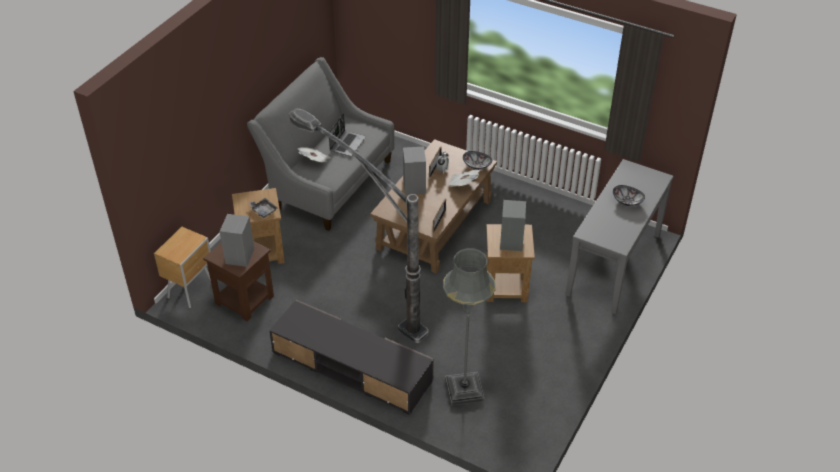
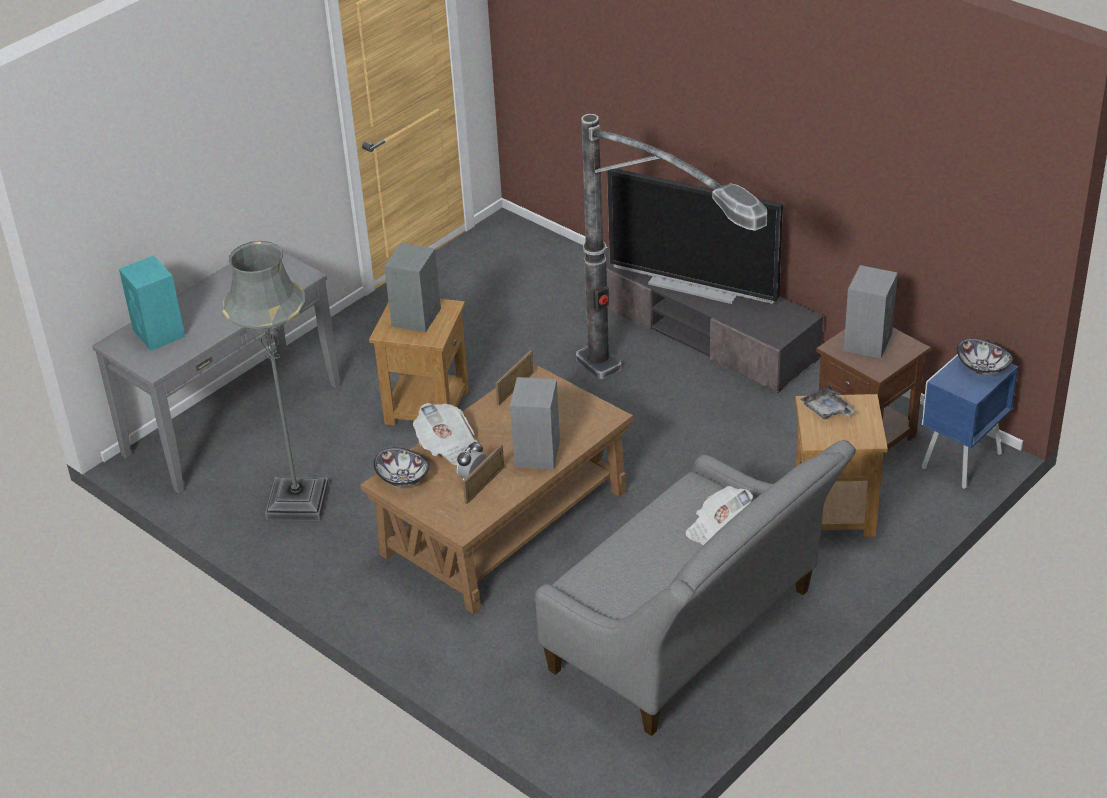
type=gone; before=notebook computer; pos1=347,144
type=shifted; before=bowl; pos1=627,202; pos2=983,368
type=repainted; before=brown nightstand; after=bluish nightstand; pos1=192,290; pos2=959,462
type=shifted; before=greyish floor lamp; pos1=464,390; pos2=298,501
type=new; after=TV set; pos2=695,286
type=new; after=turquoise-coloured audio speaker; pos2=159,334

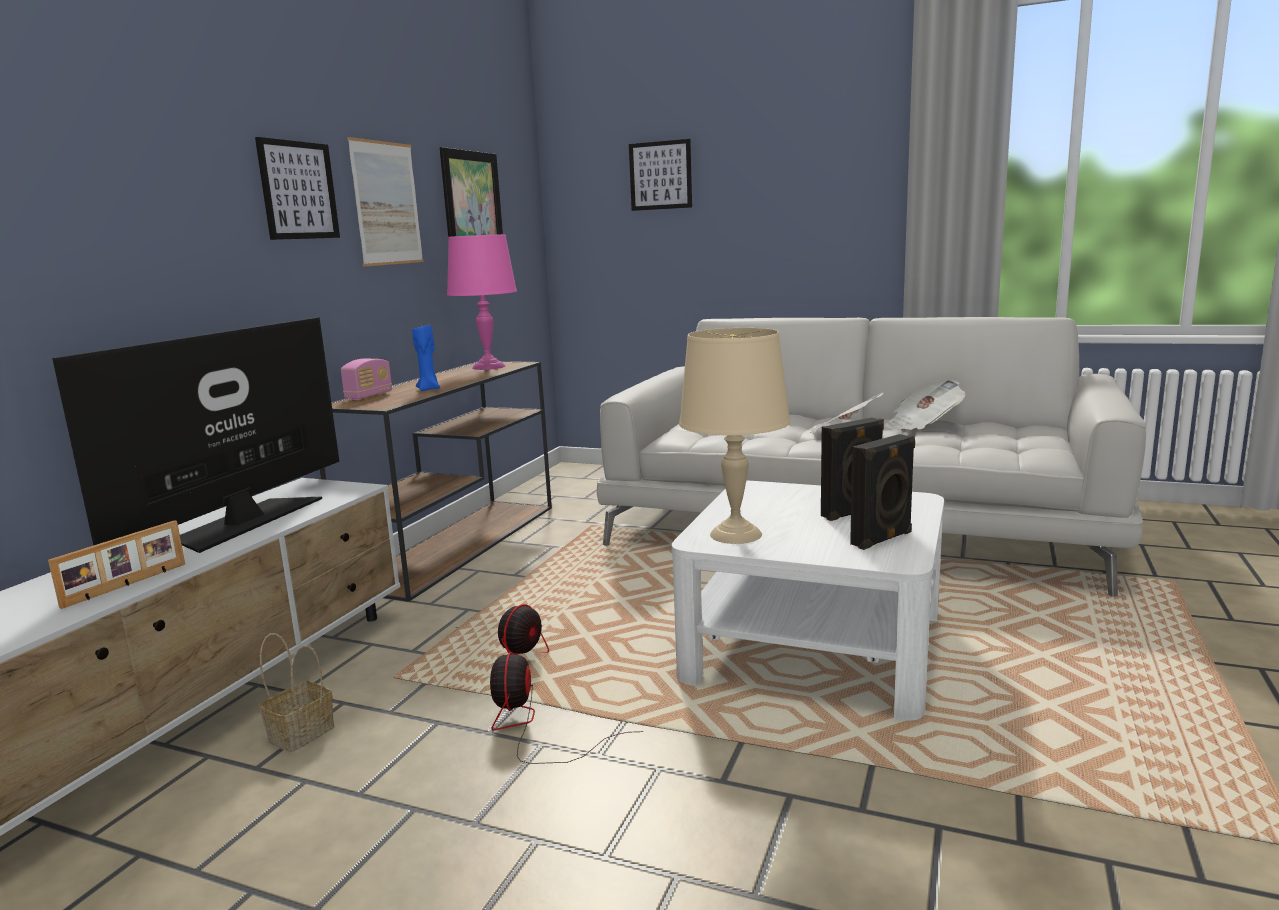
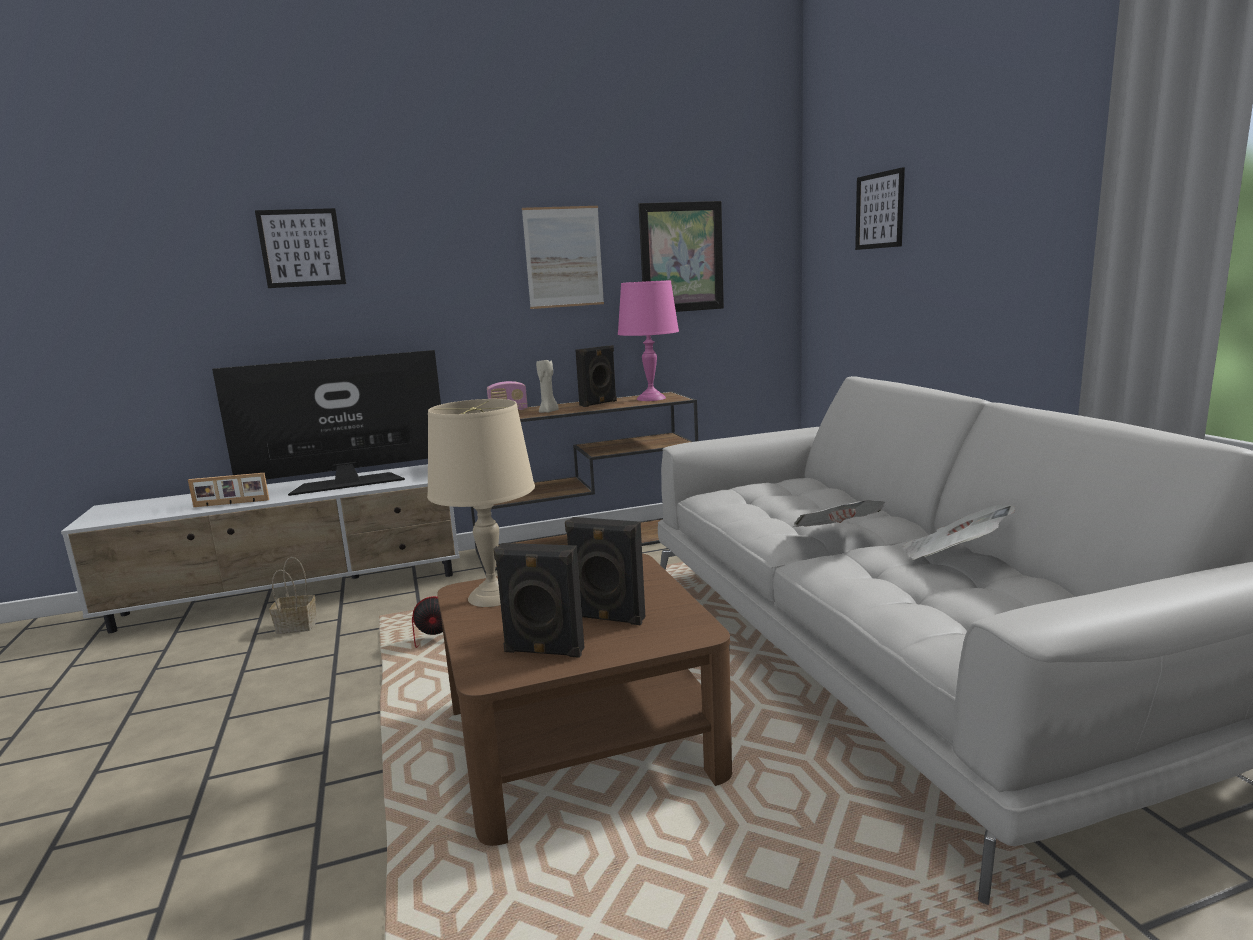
type=shifted; before=wall picture; pos1=298,190; pos2=301,248
type=repainted; before=bluish wax candle; after=beige-coloured wax candle; pos1=429,389; pos2=549,412
type=repainted; before=whitish coffee table; after=brown coffee table; pos1=815,646; pos2=583,740
type=gone; before=fan; pos1=532,727
type=new; after=black audio speaker; pos2=599,403

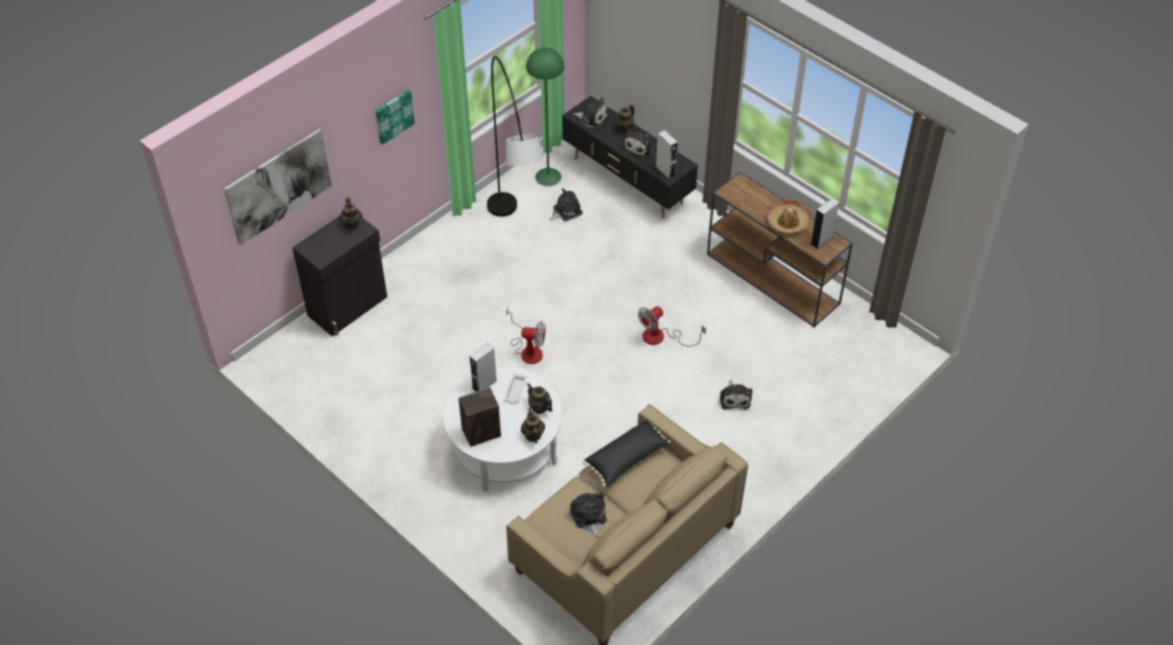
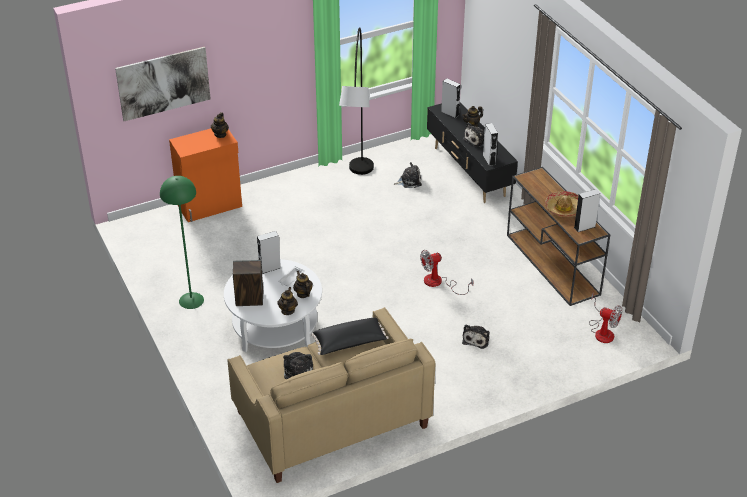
type=shifted; before=green floor lamp; pos1=548,176; pos2=191,300
type=gone; before=wall picture; pos1=393,116
type=swapped; before=plush toy; after=greyish audio speaker; pos1=592,118; pos2=450,113
type=repainted; before=black storage cabinet; after=orange-coloured storage cabinet; pos1=349,306; pos2=210,206
type=shifted; before=fan; pos1=528,349; pos2=602,331

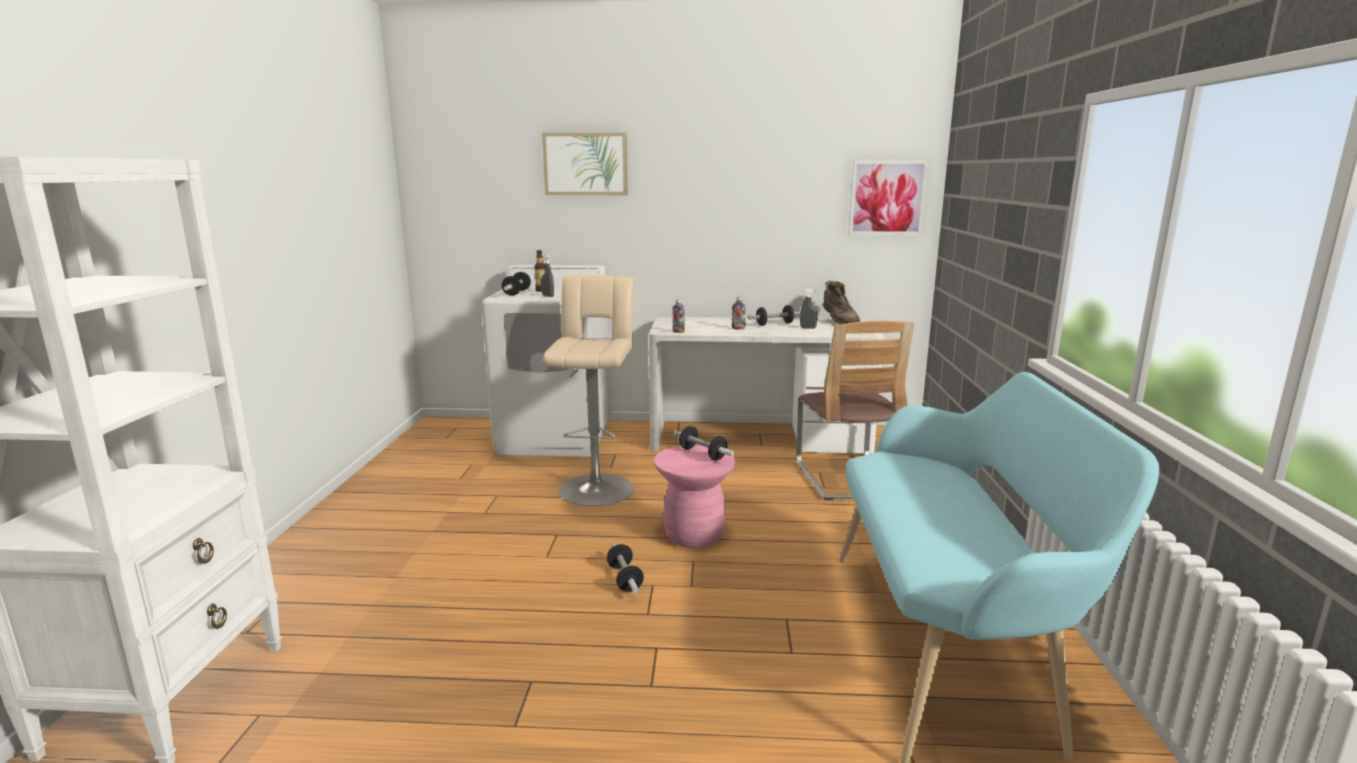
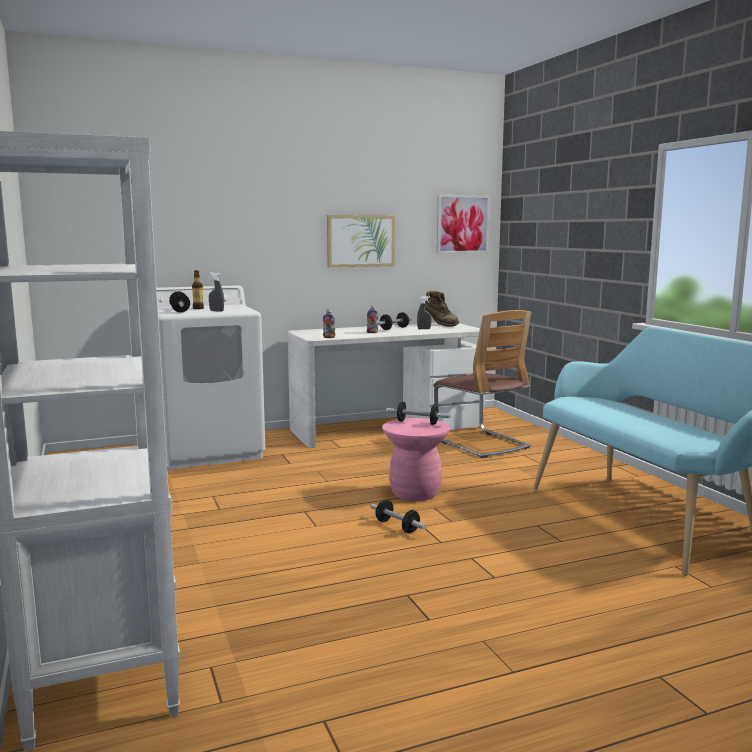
type=shifted; before=wall picture; pos1=585,164; pos2=360,241
type=gone; before=beige-coloured sitting stool; pos1=597,487

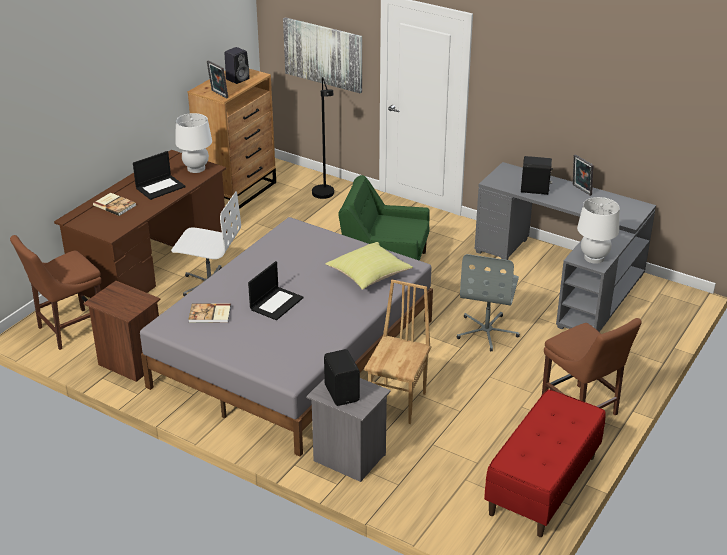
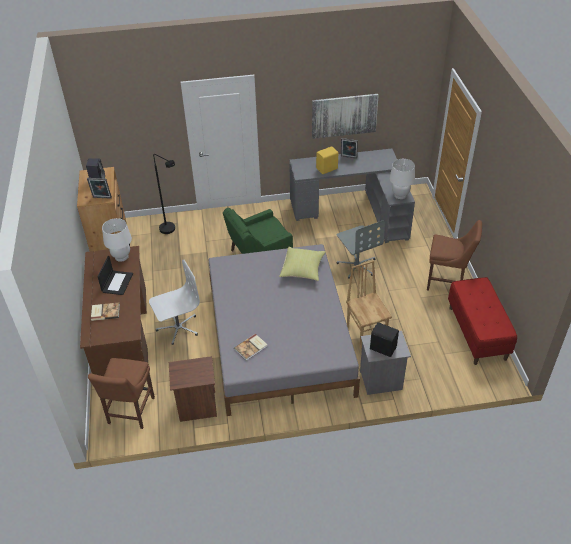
type=shifted; before=wall picture; pos1=323,54; pos2=344,115
type=repainted; before=black audio speaker; after=yellow-coloured audio speaker; pos1=535,190; pos2=327,169
type=gone; before=notebook computer; pos1=276,303

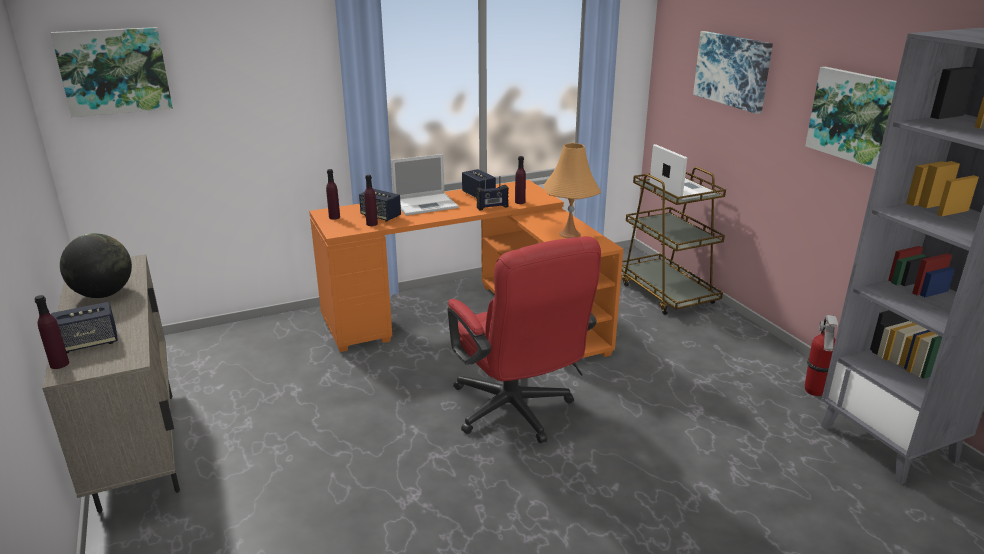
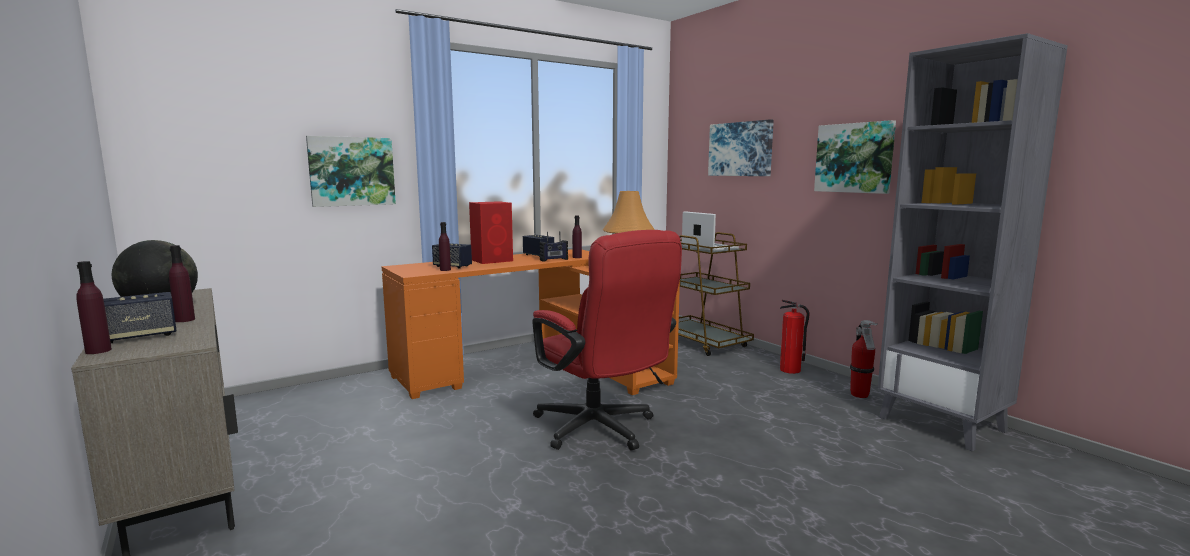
type=shifted; before=wall picture; pos1=114,71; pos2=352,171
type=swapped; before=notebook computer; after=red-coloured audio speaker; pos1=426,204; pos2=493,260
type=shifted; before=purple beverage bottle; pos1=334,217; pos2=185,320
type=new; after=extinguisher; pos2=790,370

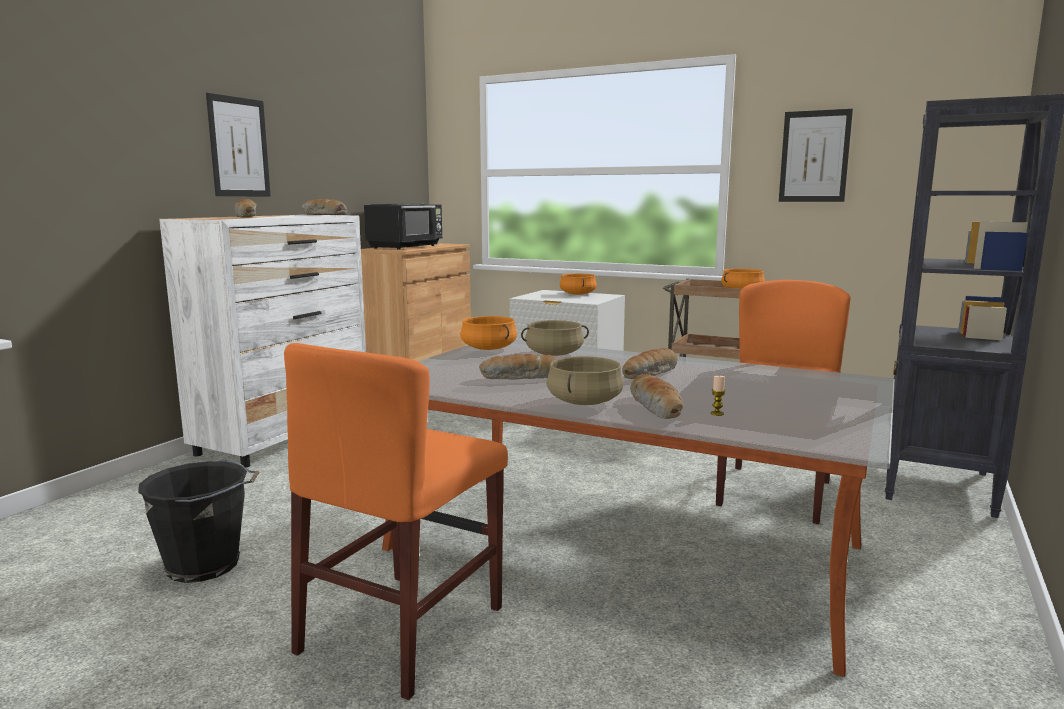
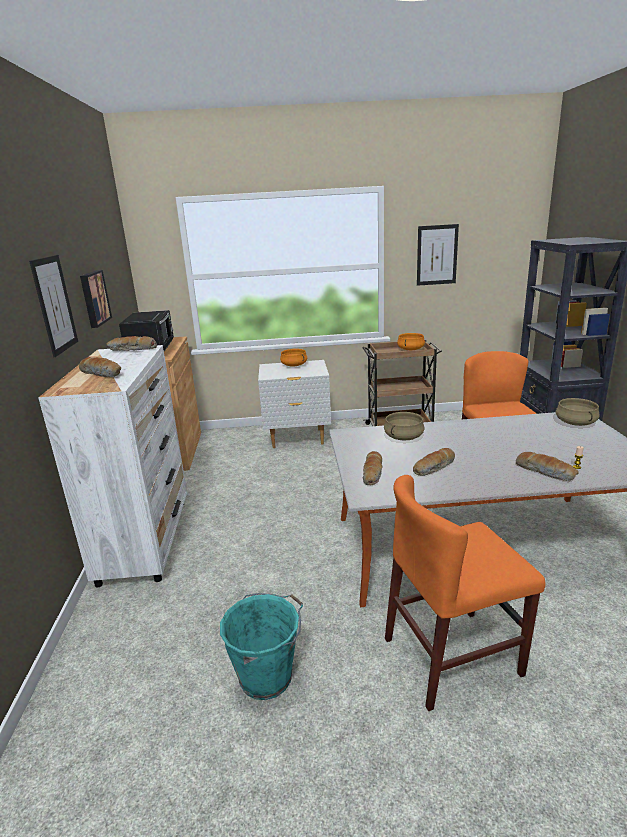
type=gone; before=orange-coloured cooking pot; pos1=488,349
type=rotated; before=orange-coloured upright chair; pos1=403,629; pos2=452,656; turn=75
type=shifted; before=bakery bread; pos1=650,374; pos2=373,474
type=shifted; before=beige-coloured cooking pot; pos1=583,402; pos2=575,423
type=repainted; before=black bucket; after=turquoise-coloured bucket; pos1=206,565; pos2=268,676
type=new; after=wall picture; pos2=93,298

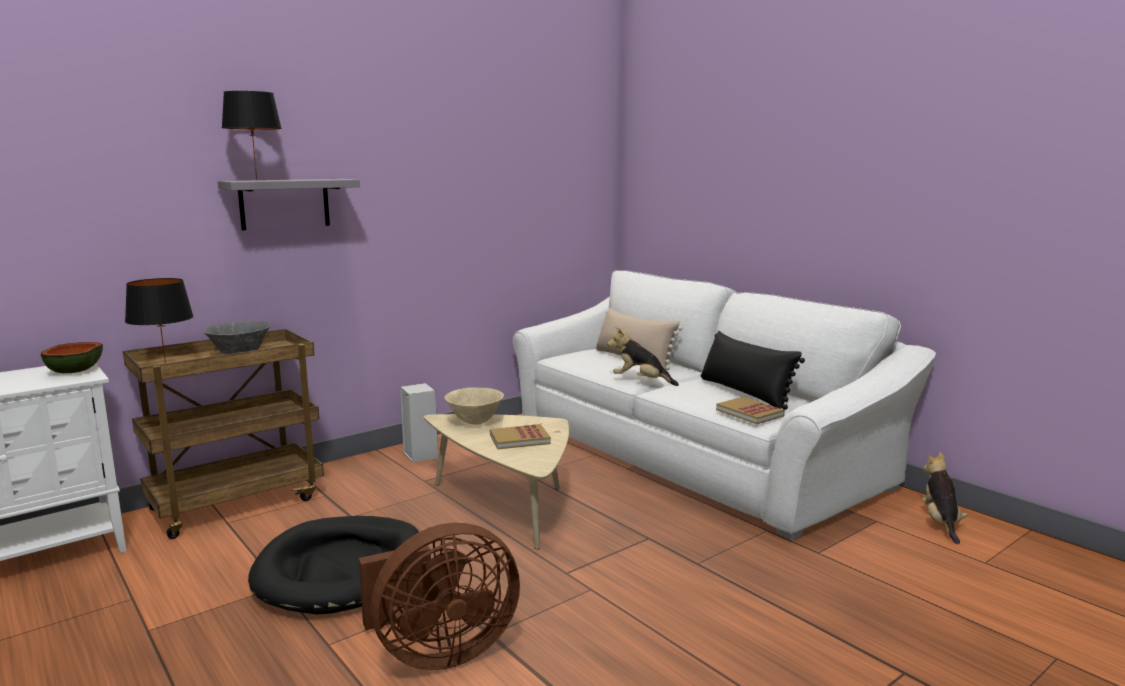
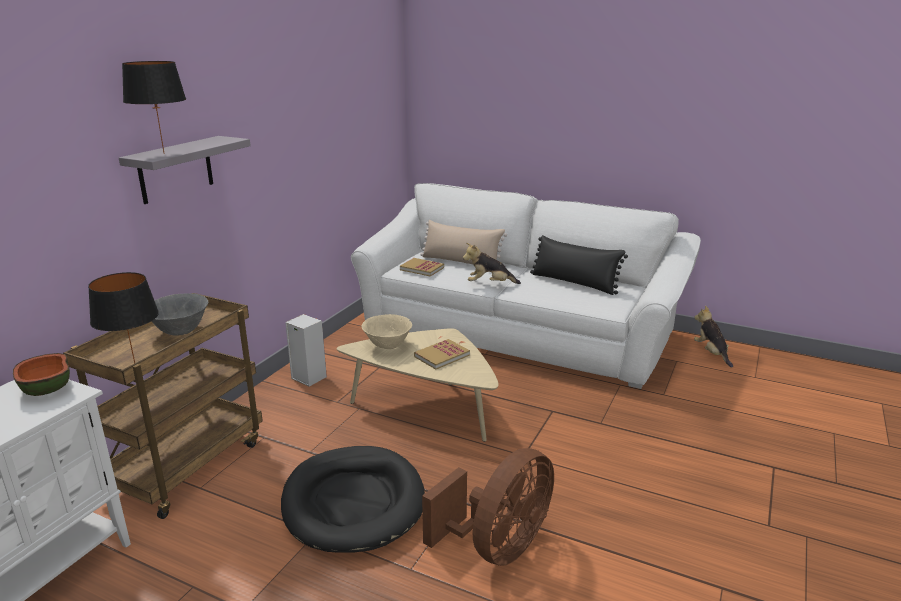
type=shifted; before=book; pos1=749,413; pos2=422,269

